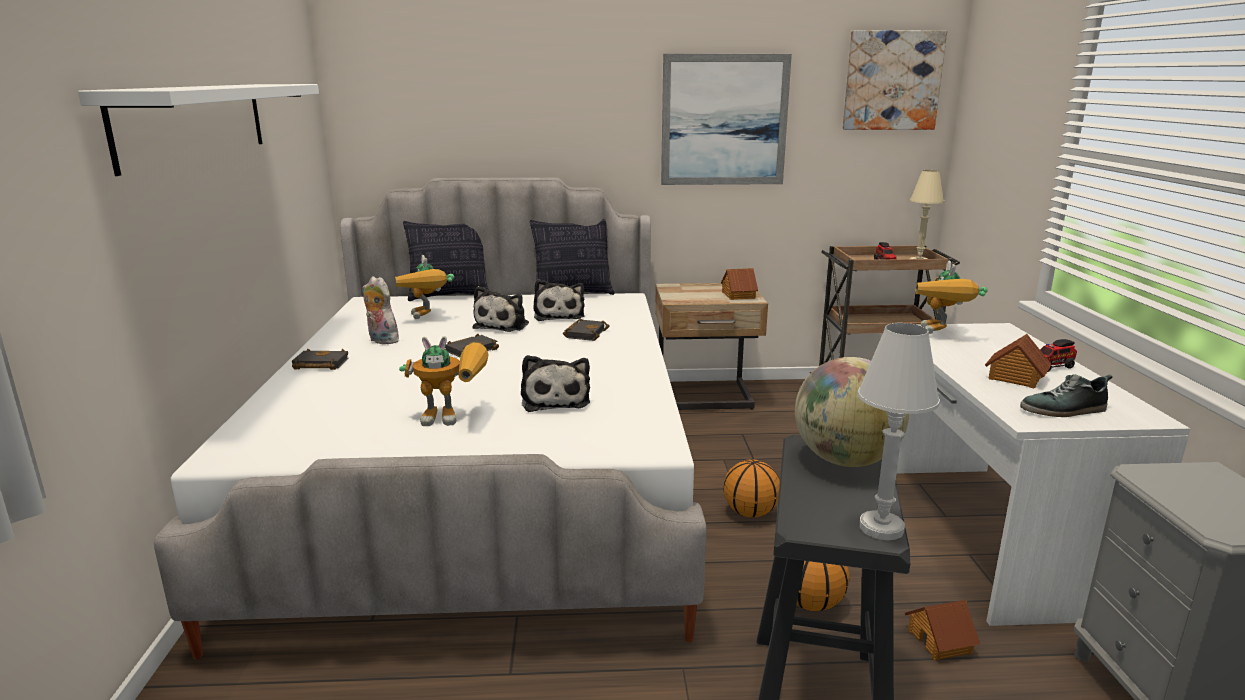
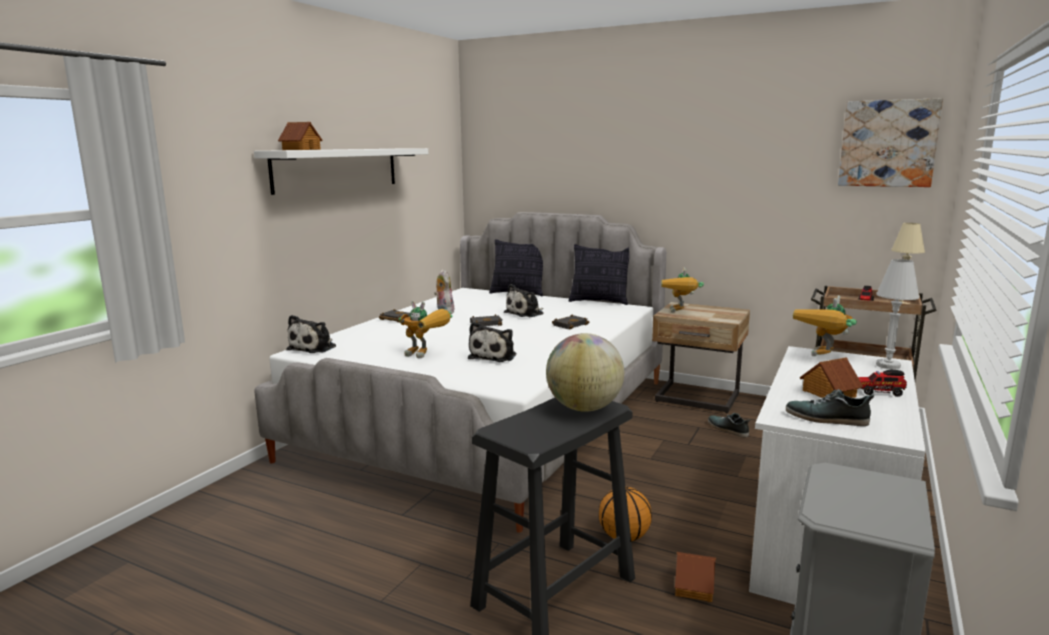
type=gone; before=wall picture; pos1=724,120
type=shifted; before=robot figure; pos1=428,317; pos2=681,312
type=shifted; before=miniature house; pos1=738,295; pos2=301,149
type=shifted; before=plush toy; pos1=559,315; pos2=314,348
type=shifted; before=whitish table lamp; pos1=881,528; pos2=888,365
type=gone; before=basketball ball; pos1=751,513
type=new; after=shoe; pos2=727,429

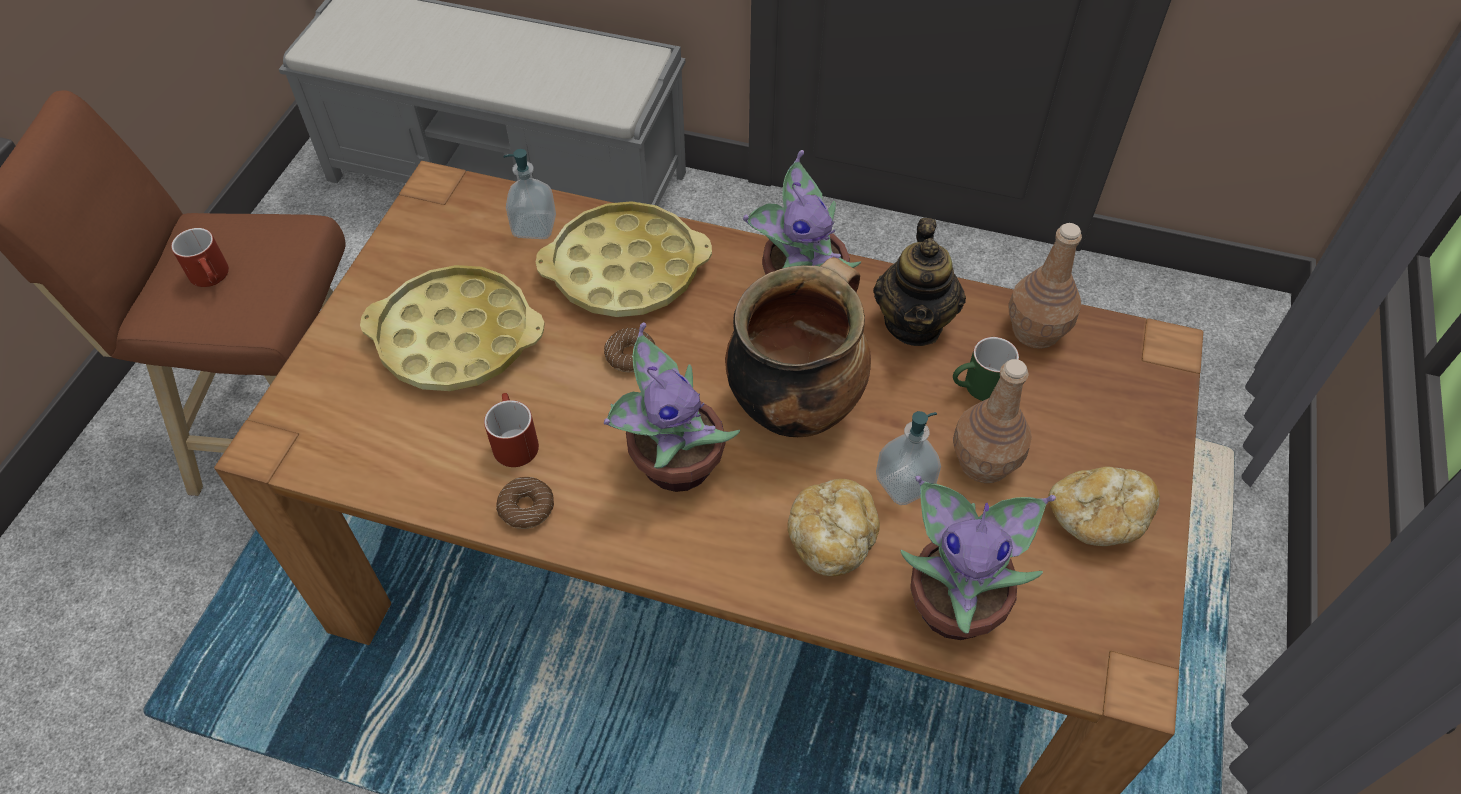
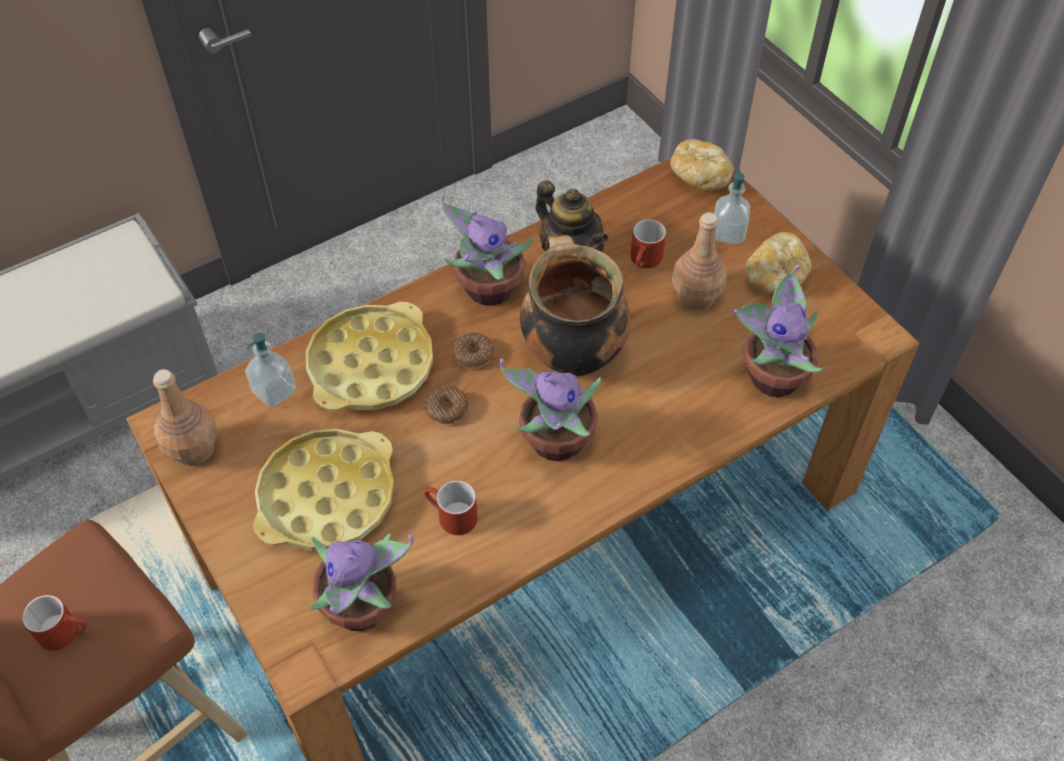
type=shifted; before=brown beverage bottle; pos1=1036,331; pos2=194,449
type=repainted; before=green tea mug; after=red-coloured tea mug; pos1=979,388; pos2=645,261
type=shifted; before=liquid soap bottle; pos1=904,483; pos2=728,233
type=shifted; before=doughnut; pos1=526,508; pos2=473,354
type=shifted; before=bakery bread; pos1=832,537; pos2=699,176
type=new; after=houseplant; pos2=362,609

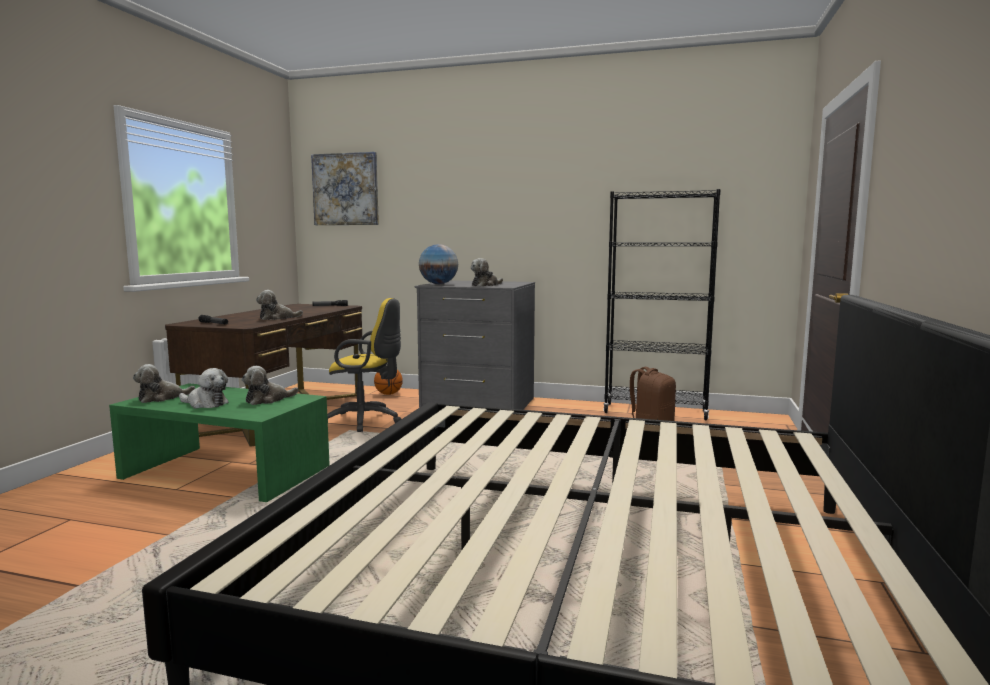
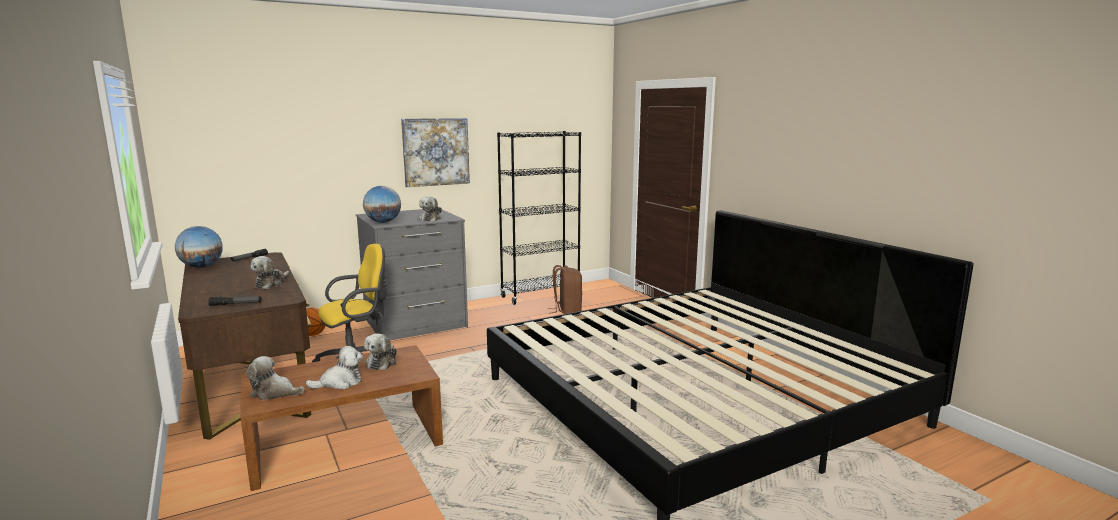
type=shifted; before=wall picture; pos1=345,189; pos2=436,152
type=rotated; before=plush toy; pos1=161,398; pos2=274,393; turn=90
type=repainted; before=green coffee table; after=brown coffee table; pos1=226,472; pos2=345,442
type=new; after=desk globe; pos2=201,267

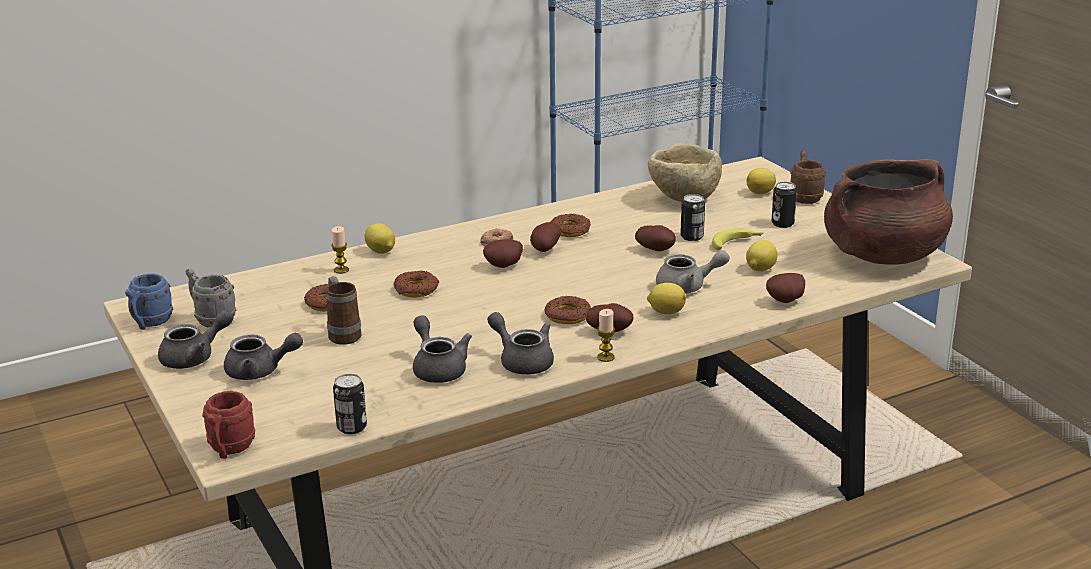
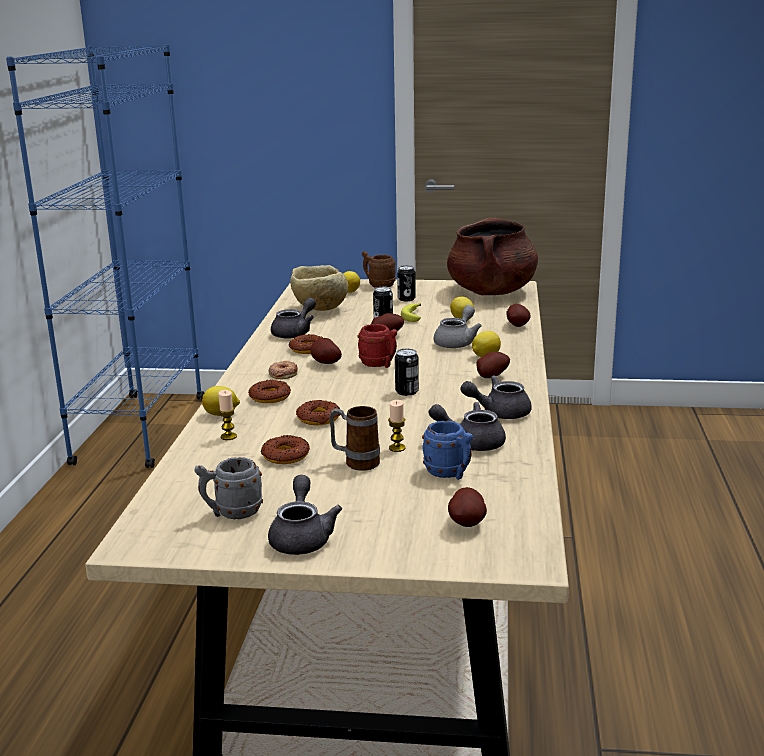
type=shifted; before=whole potato; pos1=505,266; pos2=468,524
type=shifted; before=bluish tea mug; pos1=149,323; pos2=450,474
type=shifted; before=doughnut; pos1=568,316; pos2=270,397
type=shifted; before=wax candle; pos1=605,357; pos2=397,448
type=shifted; before=greyish teapot; pos1=260,371; pos2=295,333
type=shifted; before=metal can; pos1=352,427; pos2=406,392
type=shifted; before=red-coloured tea mug; pos1=229,450; pos2=380,365

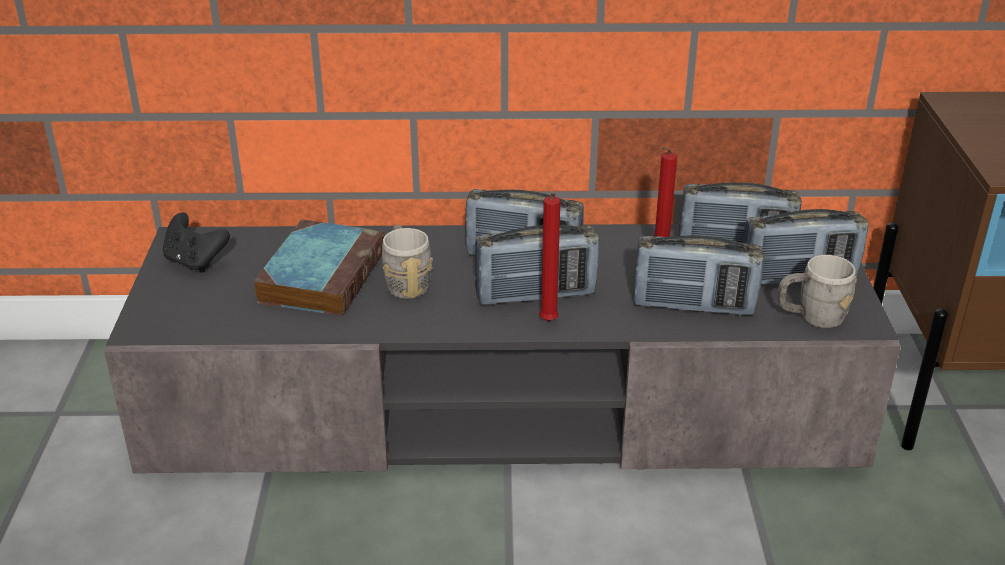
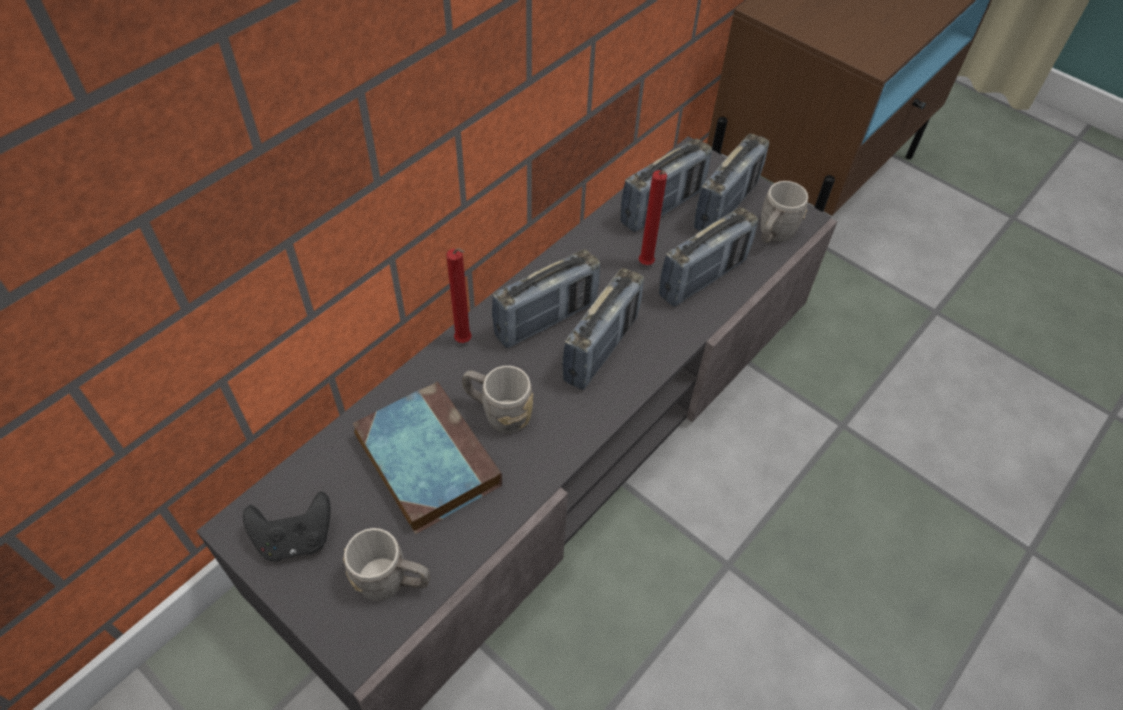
type=shifted; before=red-coloured wax candle; pos1=548,323; pos2=465,342
type=new; after=greyish tea mug; pos2=392,582

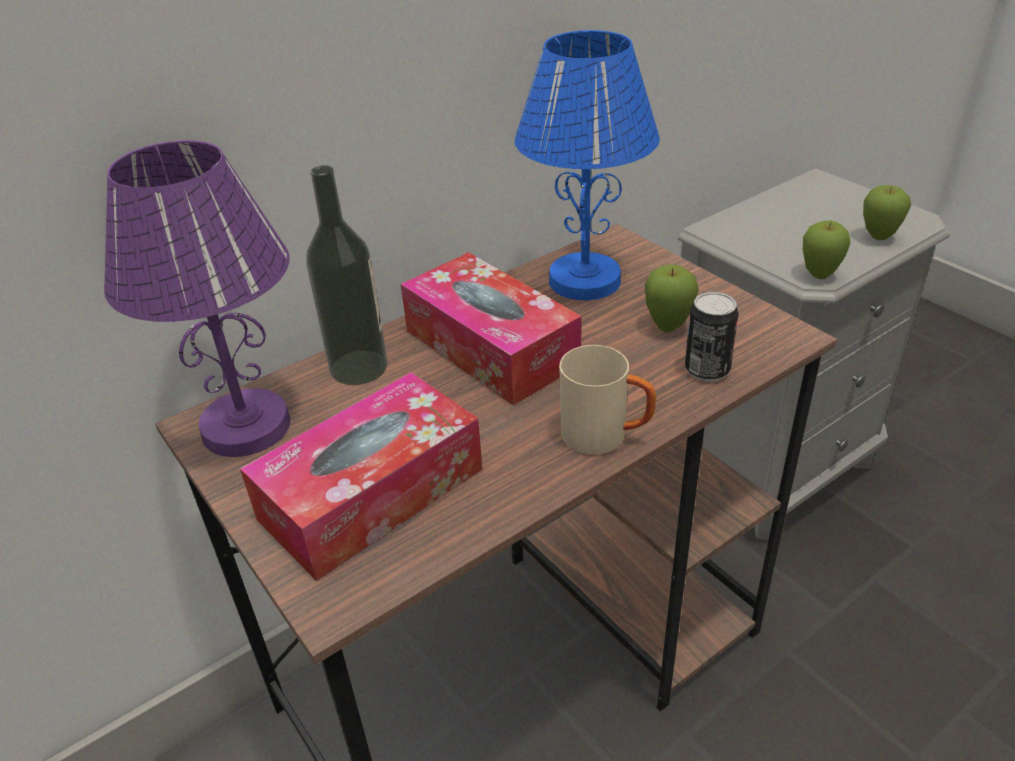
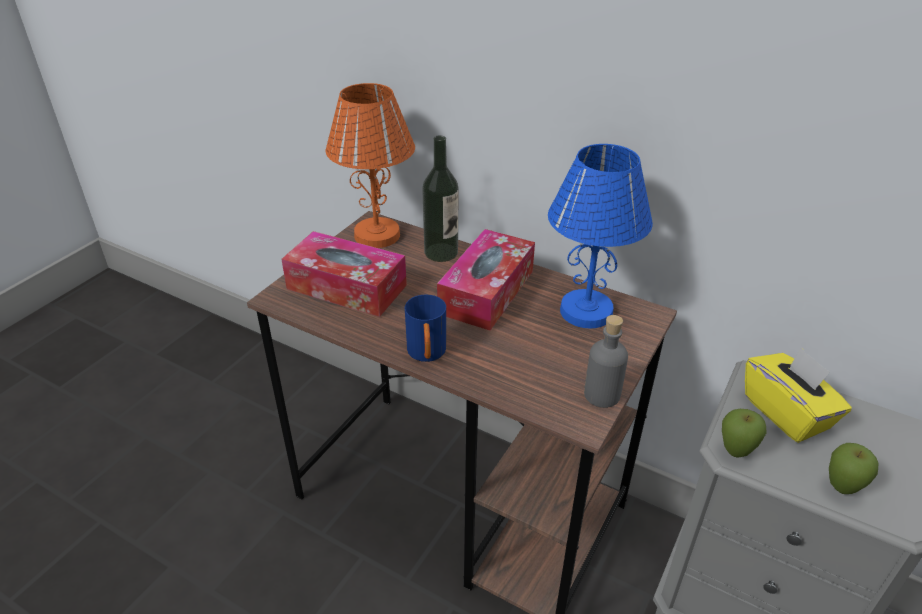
type=repainted; before=purple table lamp; after=orange-coloured table lamp; pos1=247,425; pos2=378,235
type=gone; before=apple; pos1=668,327
type=gone; before=metal can; pos1=707,370
type=repainted; before=beige-coloured tea mug; after=bluish tea mug; pos1=606,436; pos2=427,355
type=new; after=greyish beverage bottle; pos2=601,395
type=new; after=yellow-coloured tissue holder; pos2=786,413

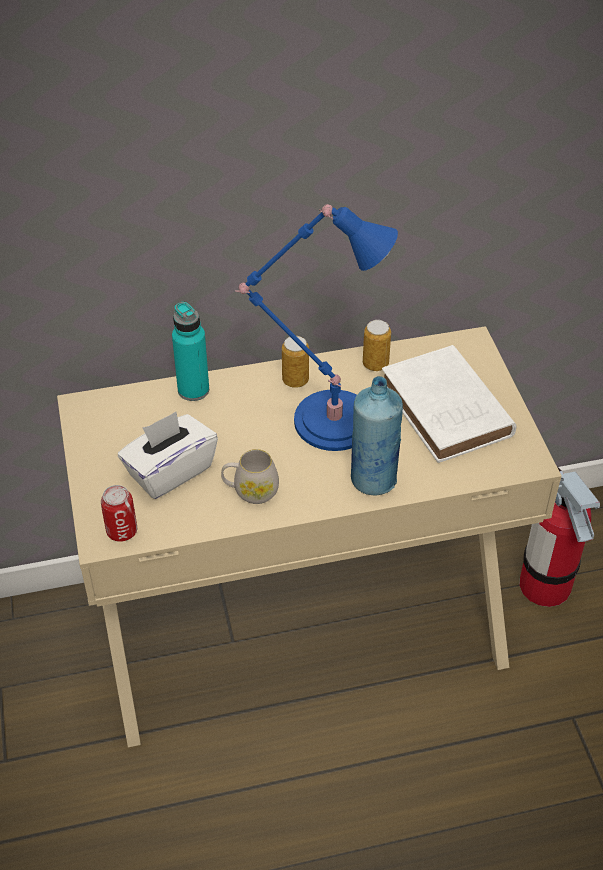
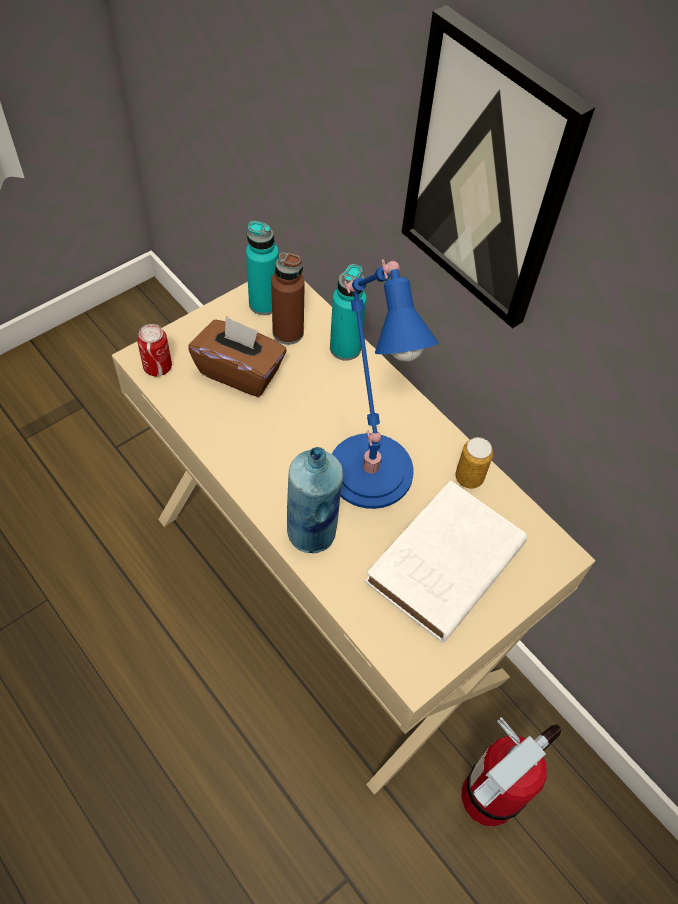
type=gone; before=metal can; pos1=295,380
type=repainted; before=whitish tissue holder; after=brown tissue holder; pos1=170,471; pos2=240,371
type=gone; before=whitish tea mug; pos1=250,491
type=new; after=wall picture; pos2=488,177
type=new; after=turquoise-coloured beverage bottle; pos2=264,304
type=new; after=brown beverage bottle; pos2=288,333

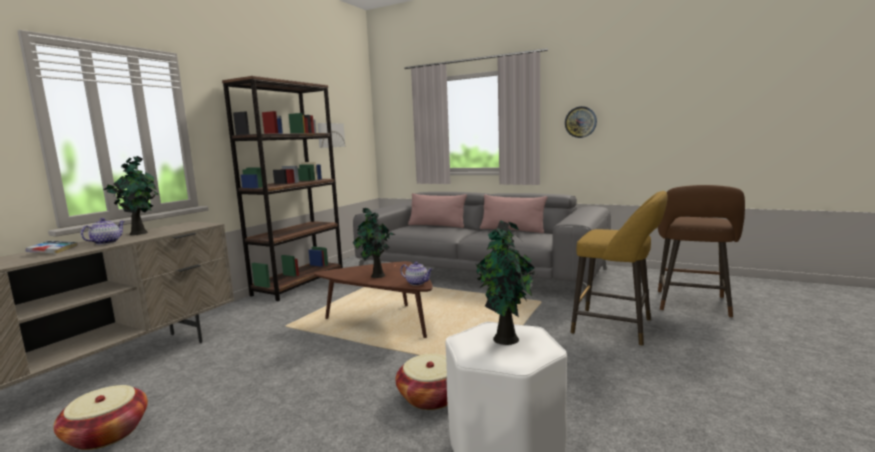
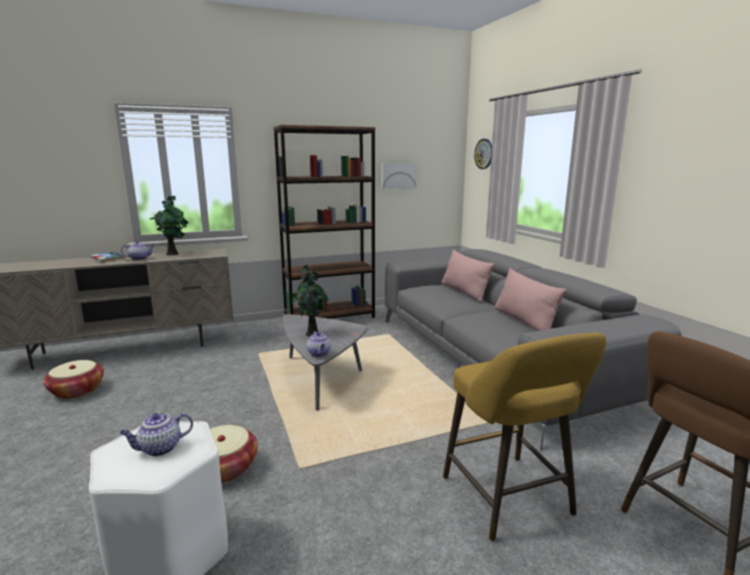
type=shifted; before=clock on the wall; pos1=580,122; pos2=484,154
type=swapped; before=houseplant; after=teapot; pos1=507,340; pos2=159,448
type=repainted; before=brown coffee table; after=greyish coffee table; pos1=384,320; pos2=321,378

